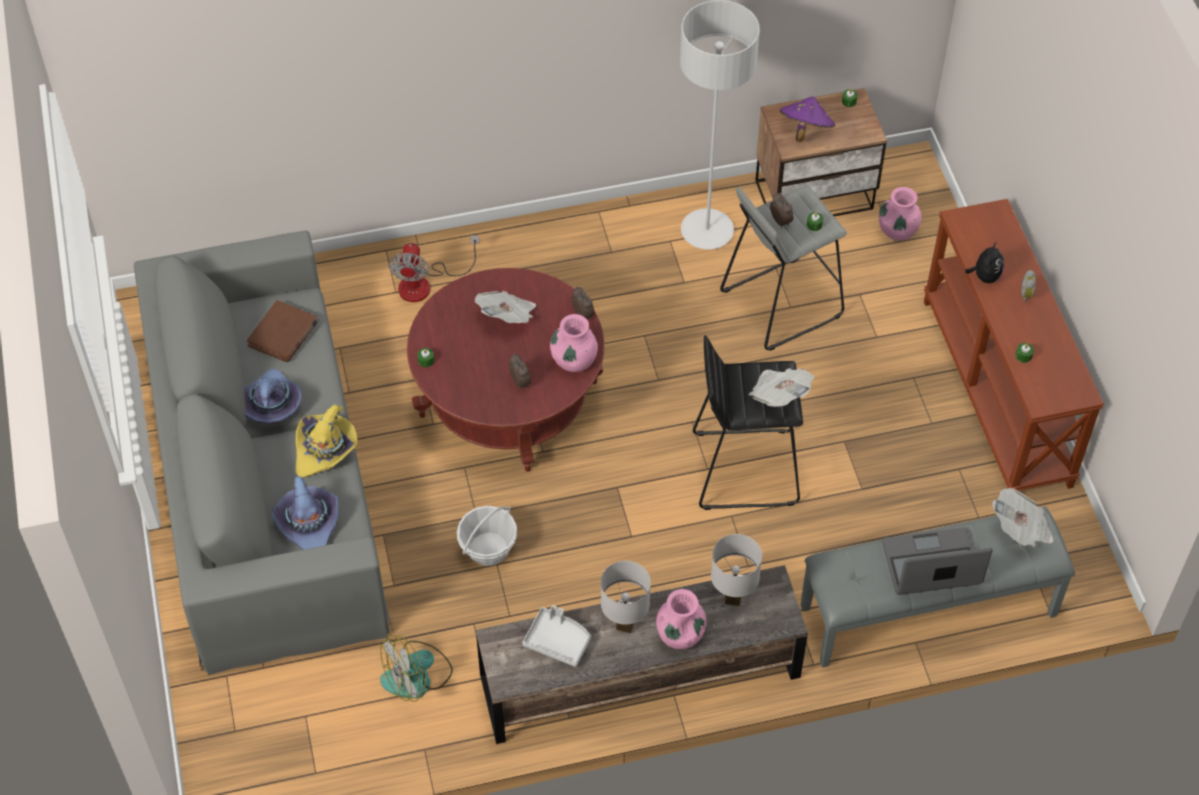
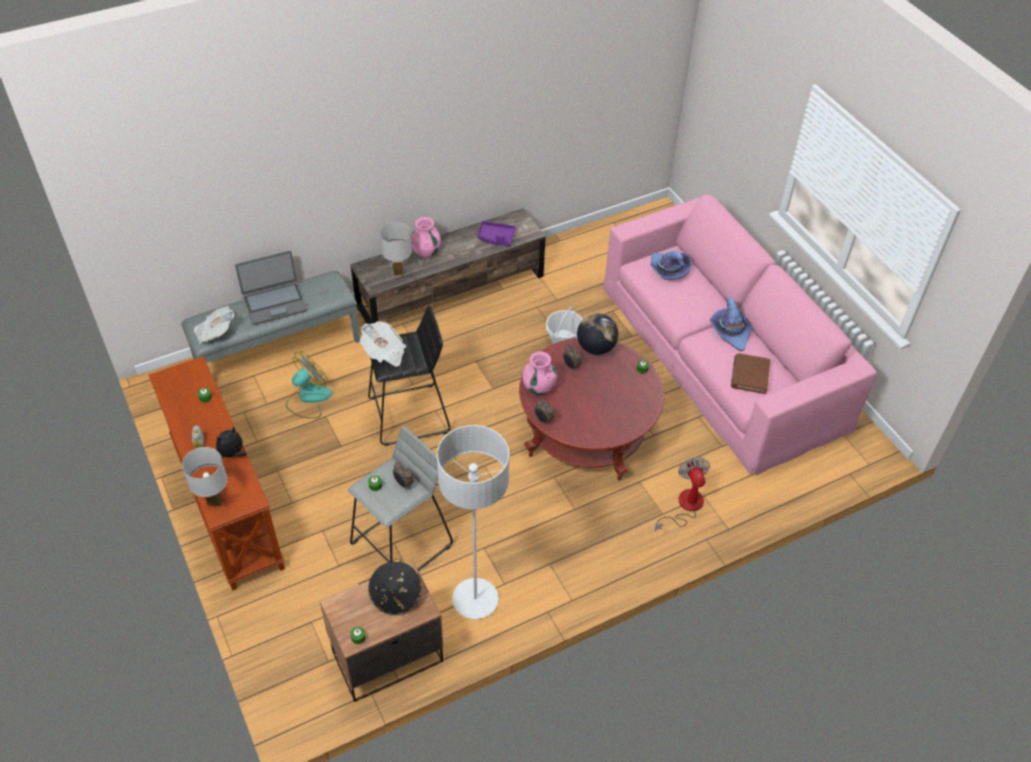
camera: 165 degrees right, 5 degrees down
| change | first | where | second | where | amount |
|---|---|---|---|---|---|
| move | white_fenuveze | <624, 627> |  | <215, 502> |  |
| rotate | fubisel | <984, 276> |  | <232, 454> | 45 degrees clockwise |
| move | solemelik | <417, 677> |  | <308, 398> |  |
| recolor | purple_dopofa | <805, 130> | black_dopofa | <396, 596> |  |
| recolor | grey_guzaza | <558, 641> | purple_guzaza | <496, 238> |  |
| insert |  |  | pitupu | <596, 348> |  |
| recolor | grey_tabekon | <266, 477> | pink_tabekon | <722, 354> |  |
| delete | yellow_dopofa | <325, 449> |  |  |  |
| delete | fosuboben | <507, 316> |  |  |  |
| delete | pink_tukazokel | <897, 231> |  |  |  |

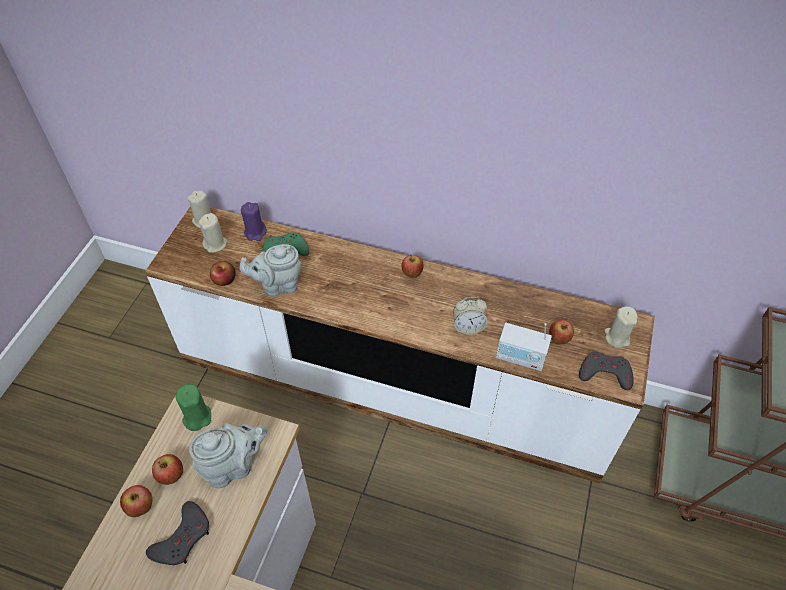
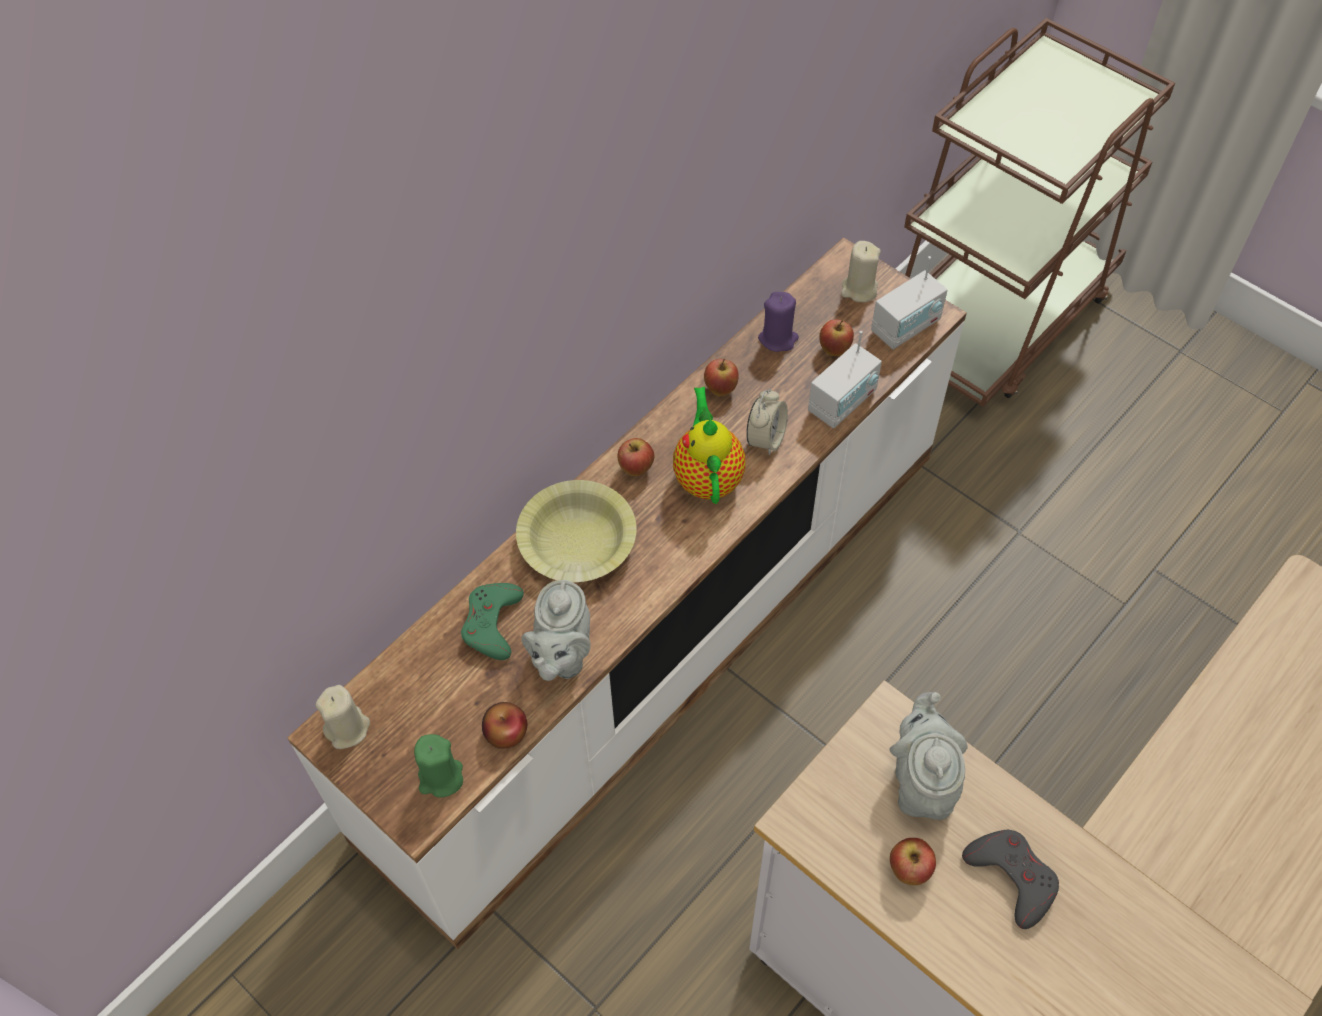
camera: 65 degrees left, 5 degrees up
| change | first | where | second | where | amount |
|---|---|---|---|---|---|
| move | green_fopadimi | <197, 417> |  | <440, 777> |  |
| insert |  |  | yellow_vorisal | <577, 542> |  |
| insert |  |  | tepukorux | <707, 476> |  |
| move | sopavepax | <141, 507> |  | <720, 389> |  |
| move | purple_fopadimi | <255, 232> |  | <778, 338> |  |
| replace | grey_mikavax | <605, 373> | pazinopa | <906, 327> |  |
| delete | beige_fopadimi | <215, 244> |  |  |  |

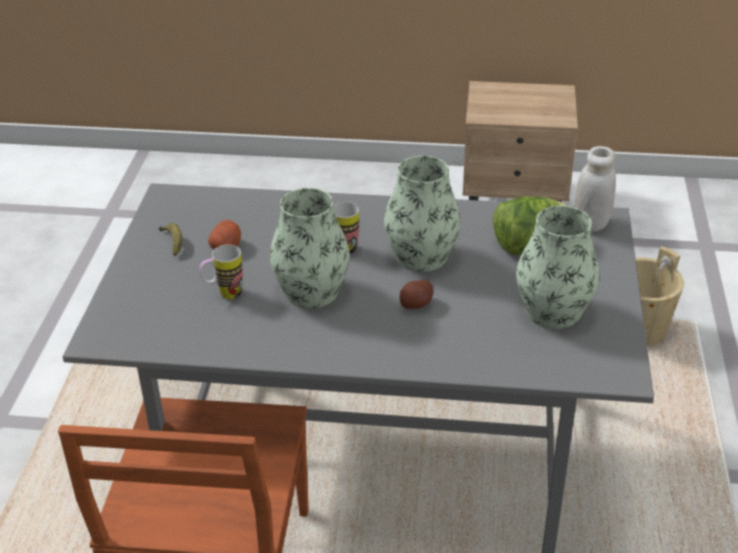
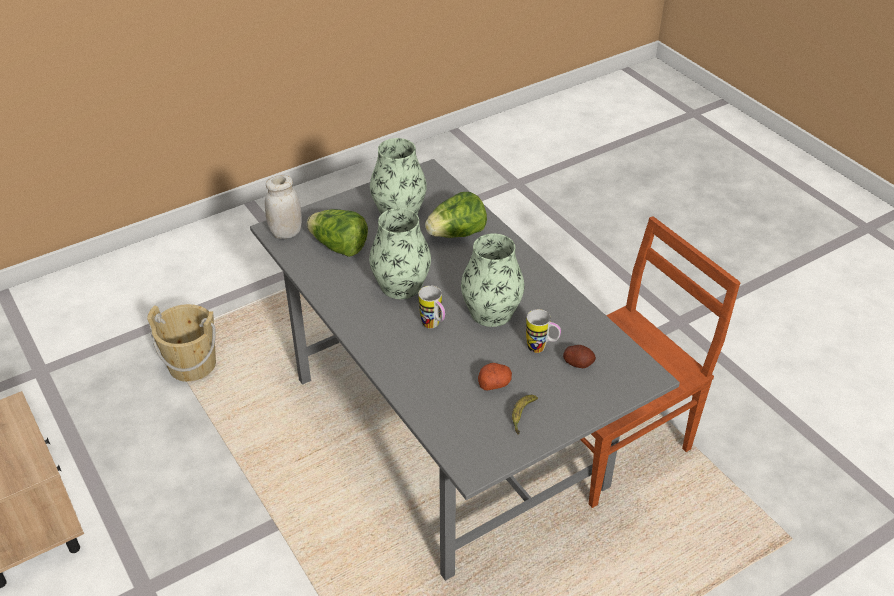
camera: 130 degrees left, 5 degrees up
| change | first | where | second | where | amount |
|---|---|---|---|---|---|
| insert |  |  | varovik | <456, 234> |  |
| move | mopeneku | <416, 304> |  | <578, 363> |  |

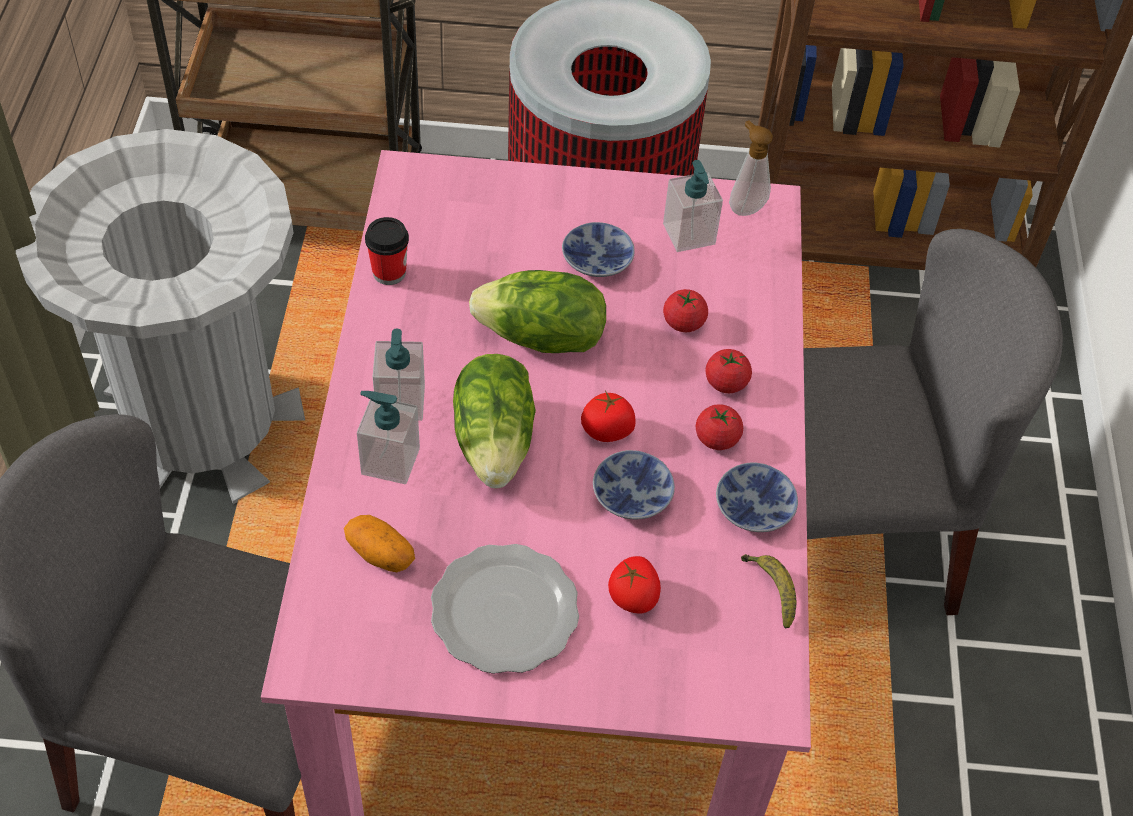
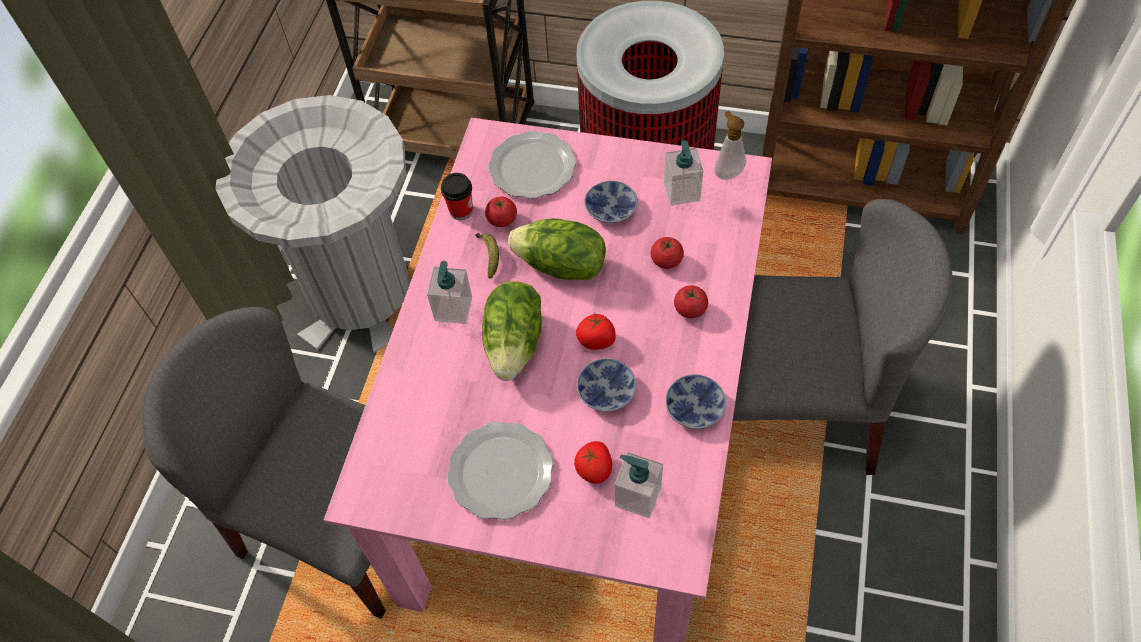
camera: 15 degrees right, 5 degrees up
| change | first | where | second | where | amount |
|---|---|---|---|---|---|
| move | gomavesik | <772, 591> |  | <489, 256> |  |
| move | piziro | <717, 439> |  | <502, 220> |  |
| insert |  |  | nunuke | <533, 166> |  |
| move | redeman | <390, 461> |  | <637, 496> |  |
| delete | mopeneku | <380, 554> |  |  |  |

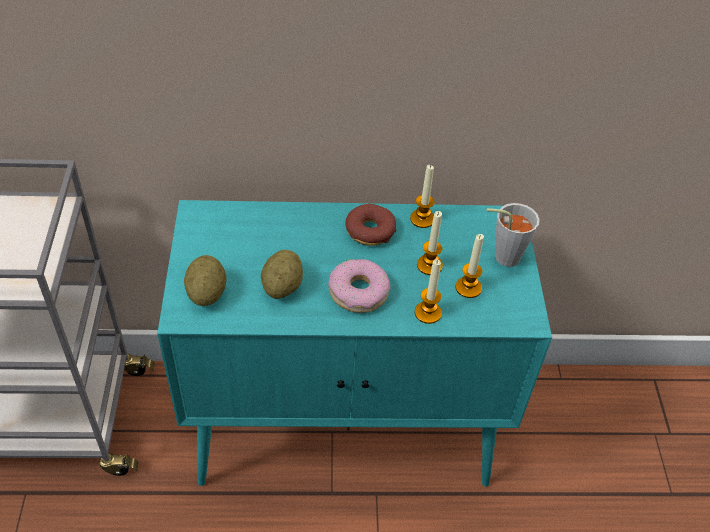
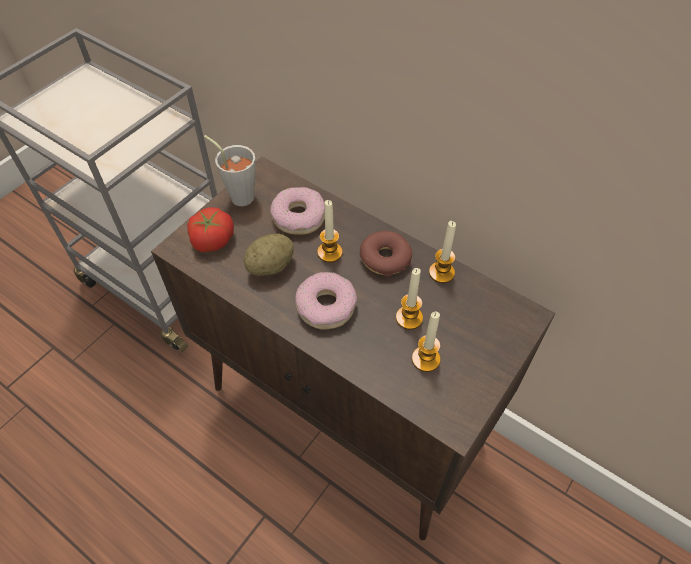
camera: 40 degrees right, 5 degrees up
| change | first | where | second | where | amount |
|---|---|---|---|---|---|
| recolor | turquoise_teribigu | <347, 429> | brown_teribigu | <348, 417> |  |
| replace | mopeneku | <206, 293> | piziro | <211, 239> |  |
| move | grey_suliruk | <501, 256> |  | <238, 194> |  |
| insert |  |  | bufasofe | <299, 217> |  |
| move | fopadimi | <427, 313> |  | <329, 252> |  |

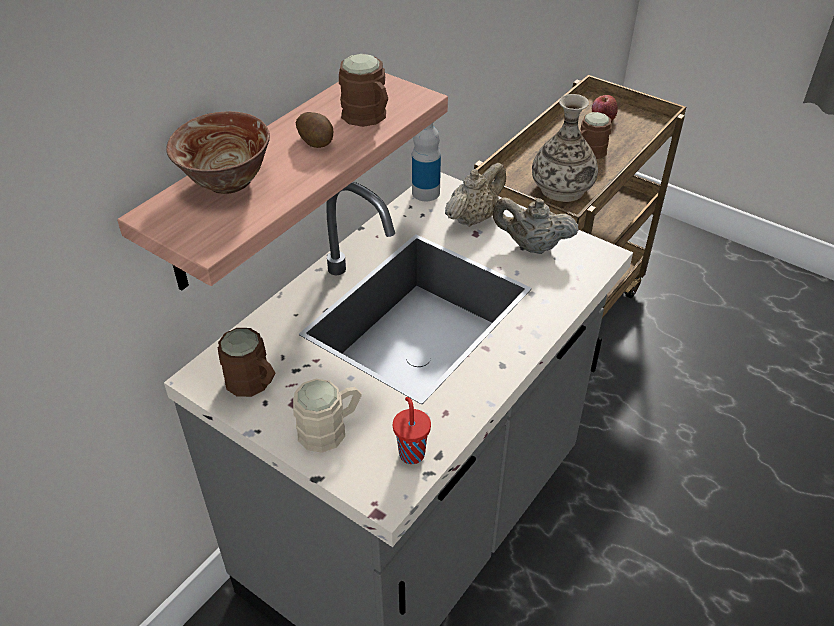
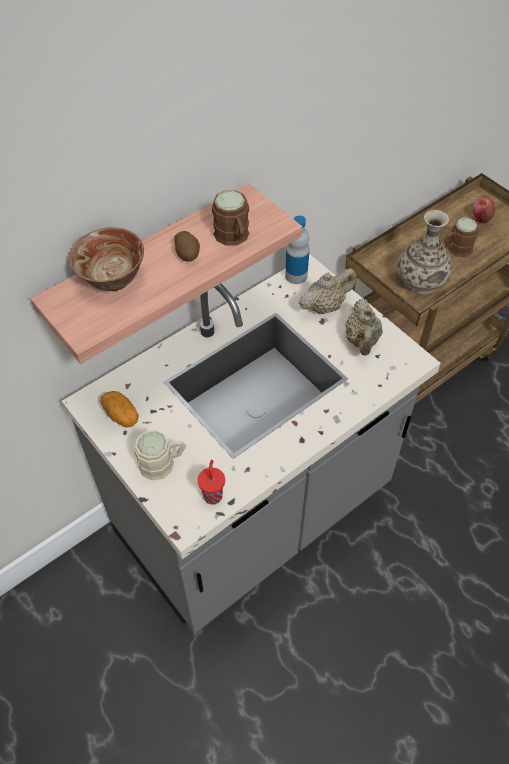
camera: 15 degrees right, 10 degrees up
| change | first | where | second | where | amount |
|---|---|---|---|---|---|
| replace | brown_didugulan | <254, 383> | mopeneku | <121, 415> |  |
| rotate | beige_tepukorux | <532, 246> |  | <362, 341> | 120 degrees counterclockwise |

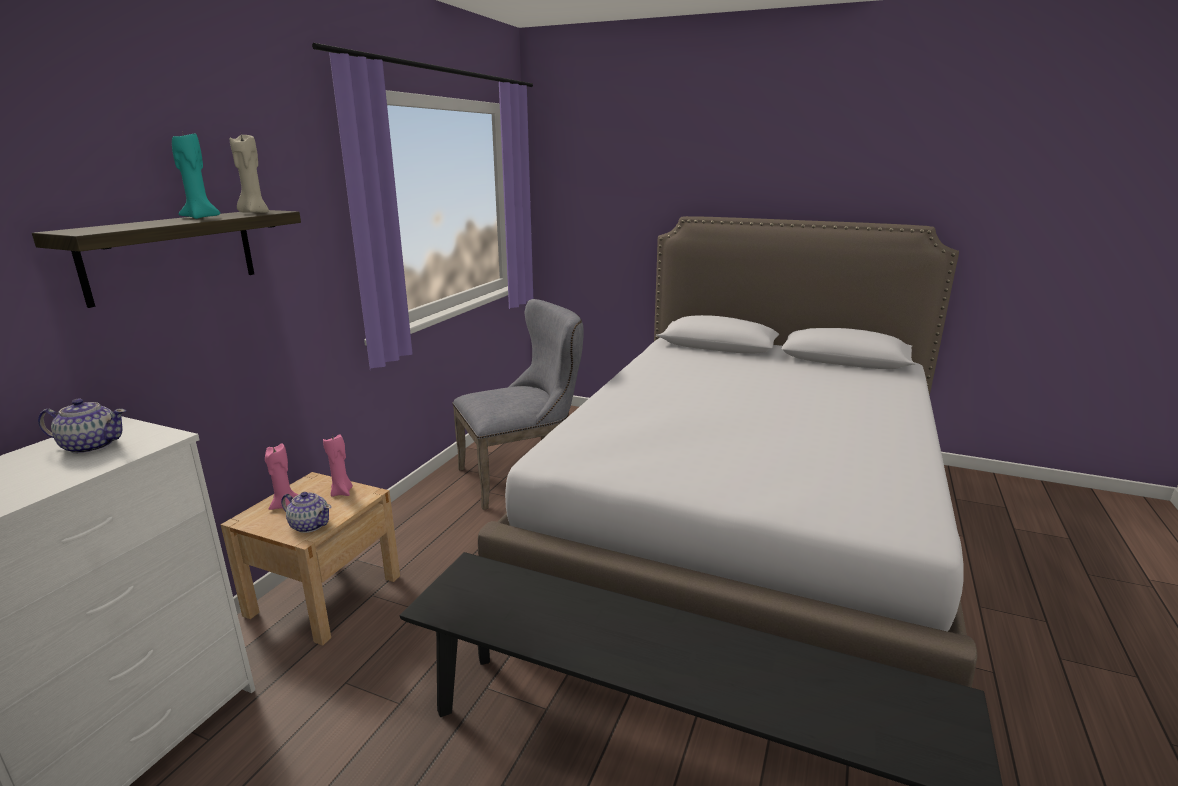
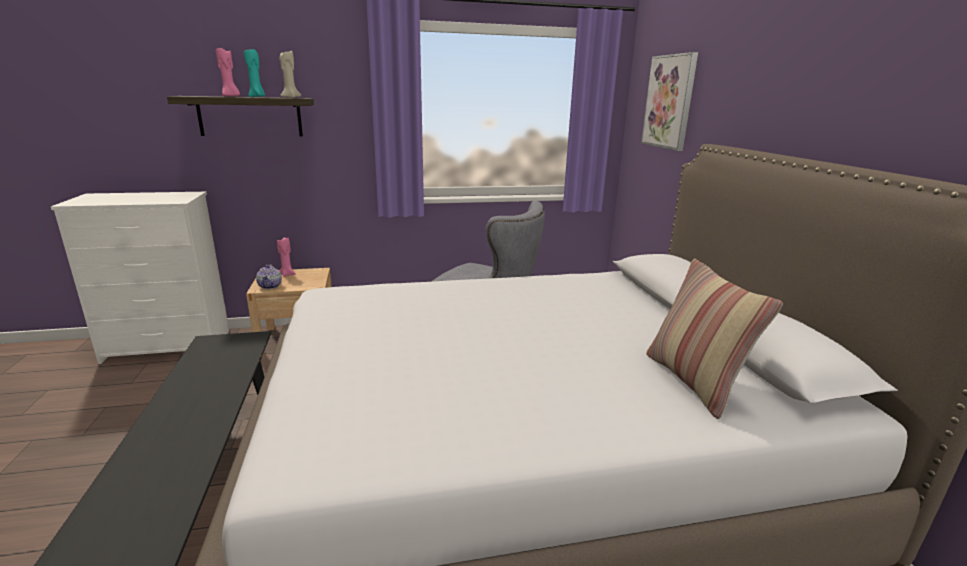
camera: 55 degrees right, 0 degrees up
| change | first | where | second | where | amount |
|---|---|---|---|---|---|
| move | pink_fopadimi | <342, 492> |  | <230, 96> |  |
| insert |  |  | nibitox | <669, 102> |  |
| insert |  |  | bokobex | <694, 382> |  |
| delete | tepukorux | <91, 446> |  |  |  |

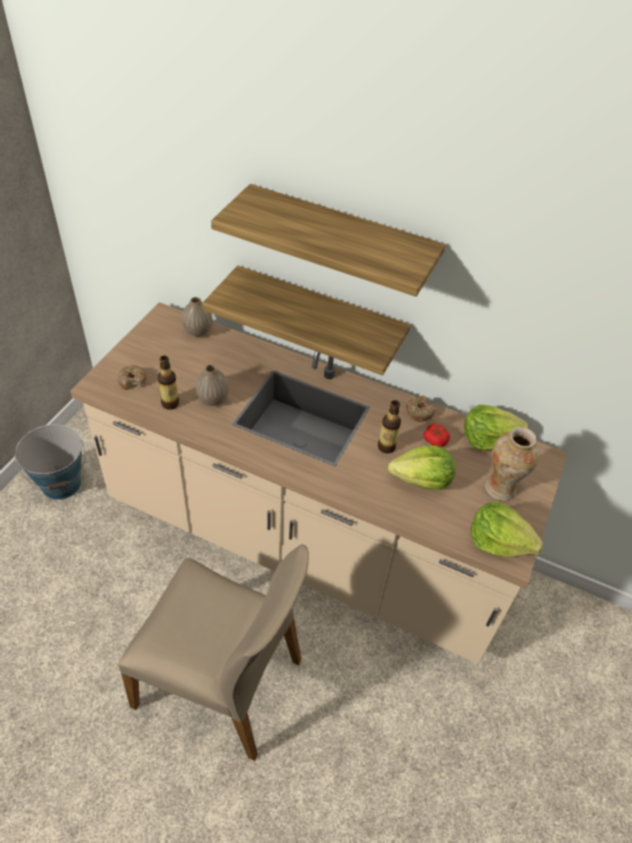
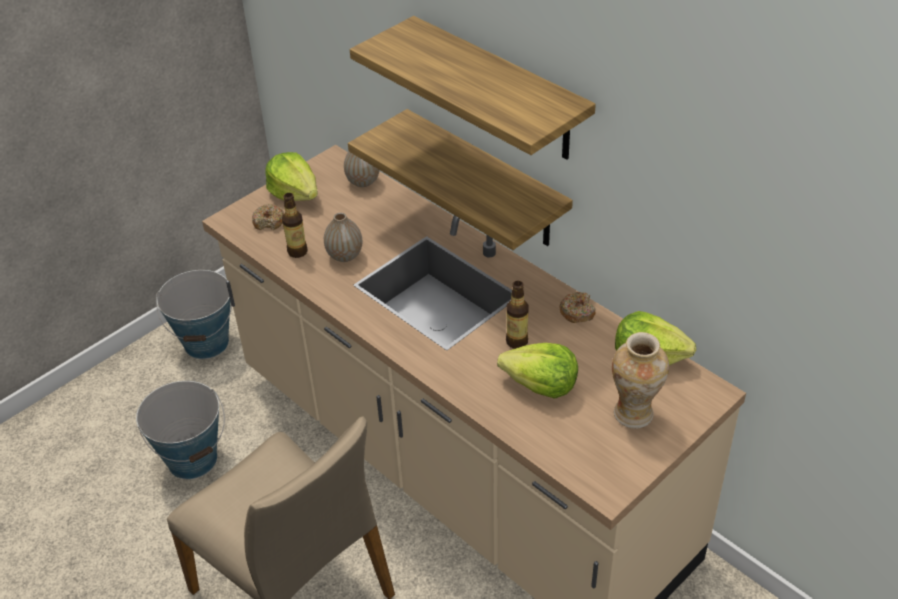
camera: 25 degrees right, 5 degrees down
| change | first | where | second | where | amount |
|---|---|---|---|---|---|
| insert |  |  | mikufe | <193, 459> |  |
| move | varovik | <498, 541> |  | <295, 193> |  |
| delete | piziro | <435, 440> |  |  |  |

